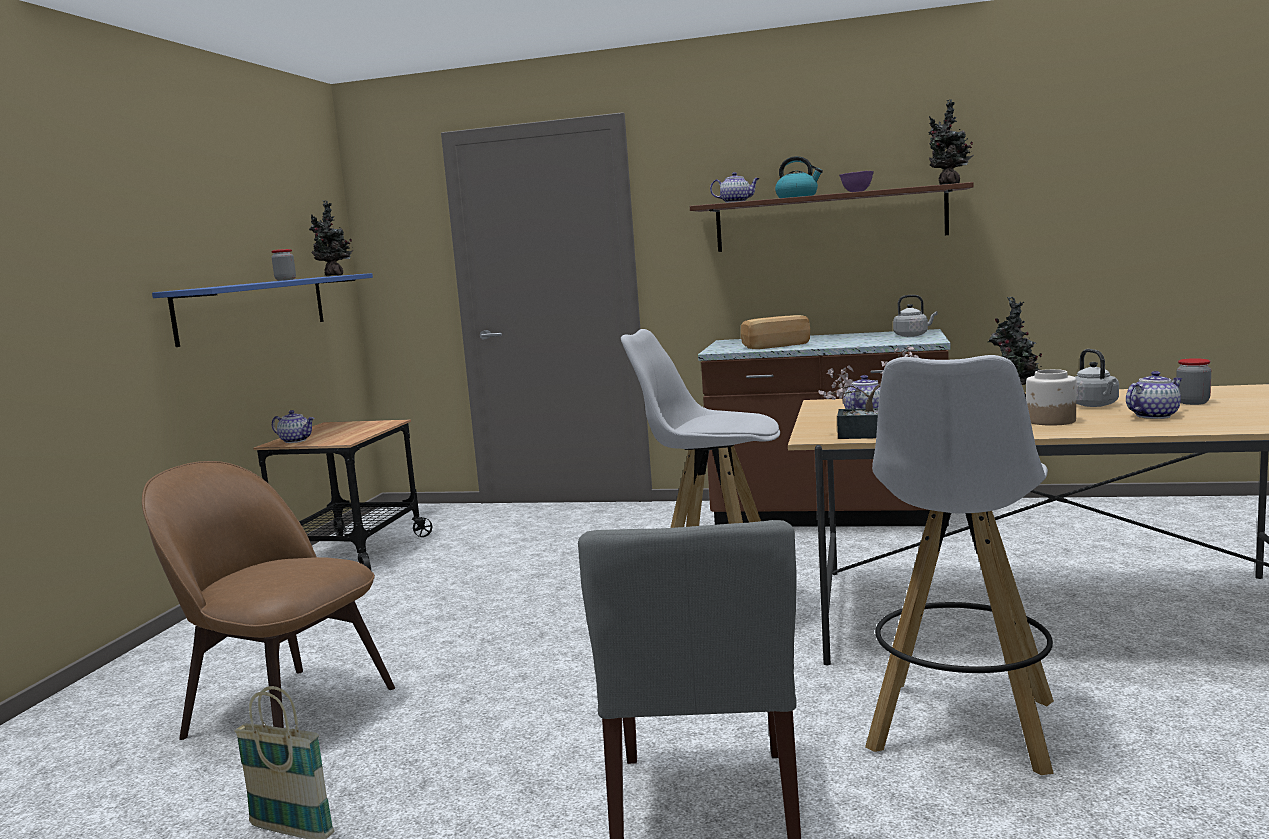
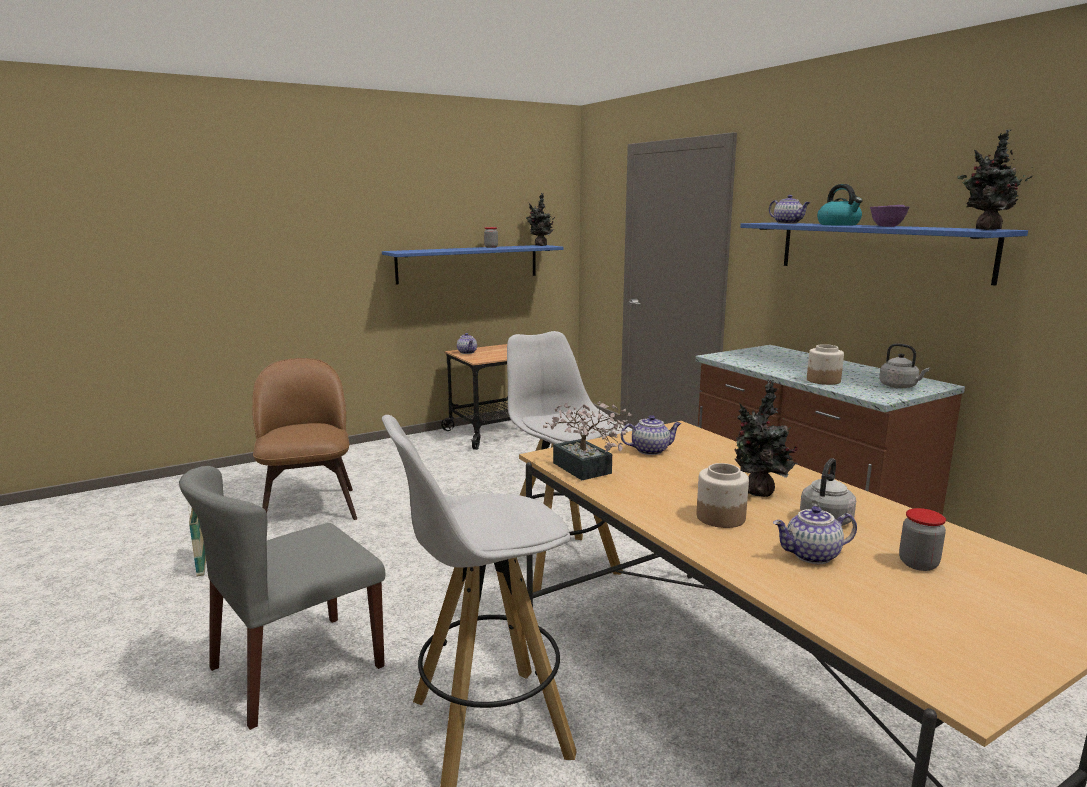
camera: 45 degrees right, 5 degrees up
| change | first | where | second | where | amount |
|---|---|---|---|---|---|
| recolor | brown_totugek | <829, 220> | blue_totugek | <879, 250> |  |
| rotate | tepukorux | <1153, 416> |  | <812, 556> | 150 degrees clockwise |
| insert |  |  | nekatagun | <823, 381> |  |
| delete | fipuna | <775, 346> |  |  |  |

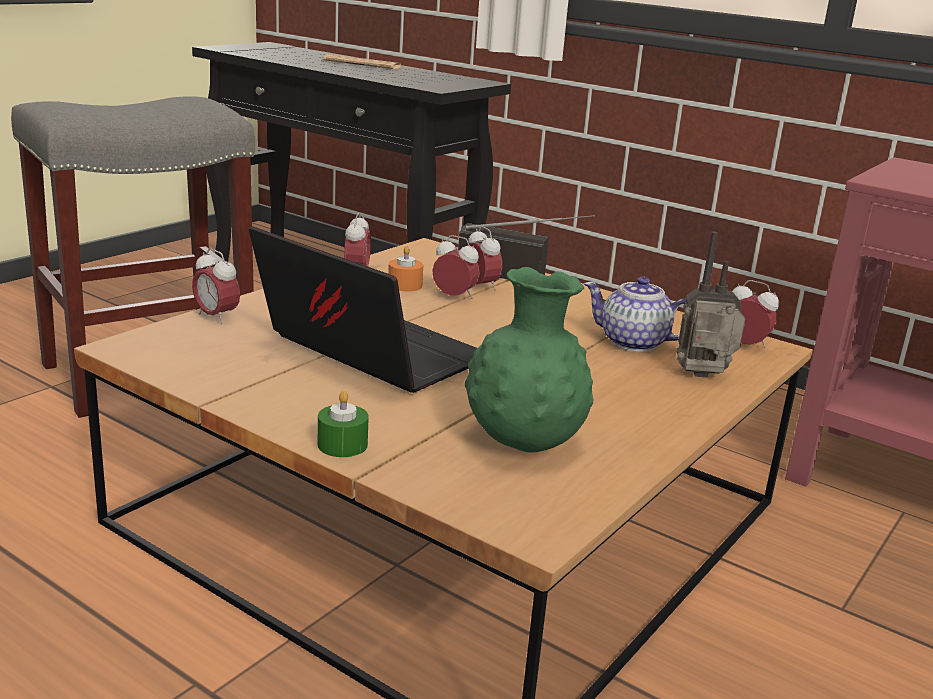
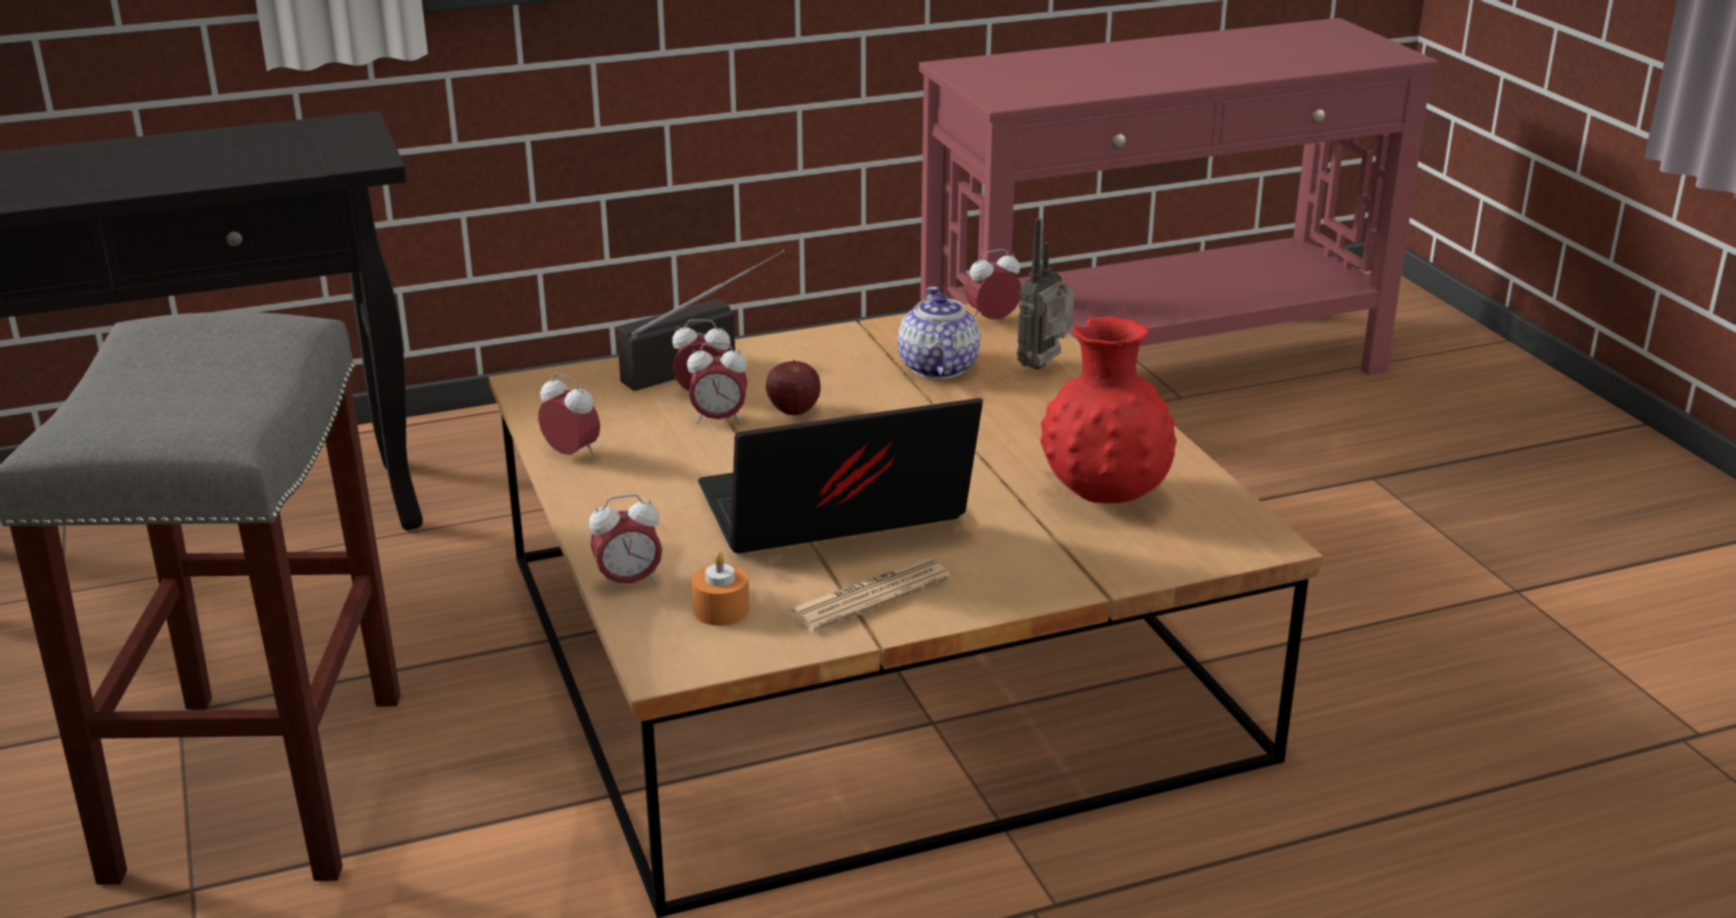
camera: 55 degrees left, 5 degrees up
| change | first | where | second | where | amount |
|---|---|---|---|---|---|
| rotate | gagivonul | <454, 297> |  | <719, 419> | 150 degrees counterclockwise |
| move | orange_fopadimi | <405, 285> |  | <721, 610> |  |
| insert |  |  | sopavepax | <794, 410> |  |
| move | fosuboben | <362, 64> |  | <869, 596> |  |
| rotate | tepukorux | <634, 342> |  | <937, 368> | 120 degrees clockwise |
| recolor | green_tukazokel | <524, 443> | red_tukazokel | <1105, 496> |  |
| delete | green_fopadimi | <342, 444> |  |  |  |

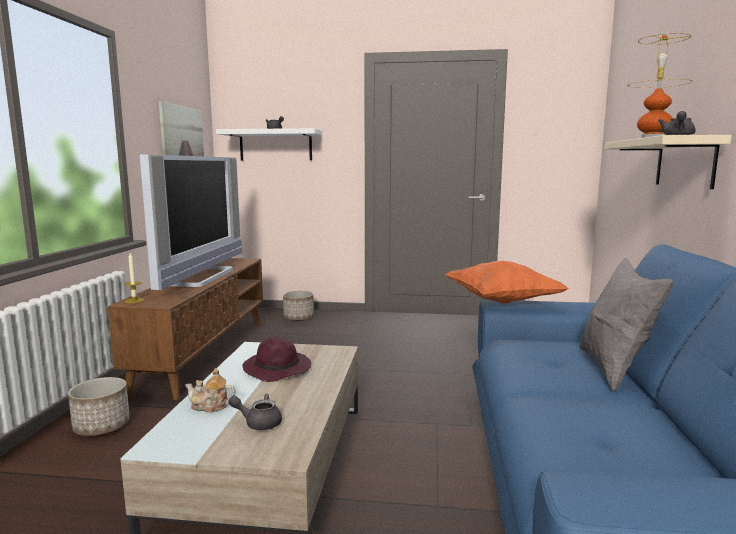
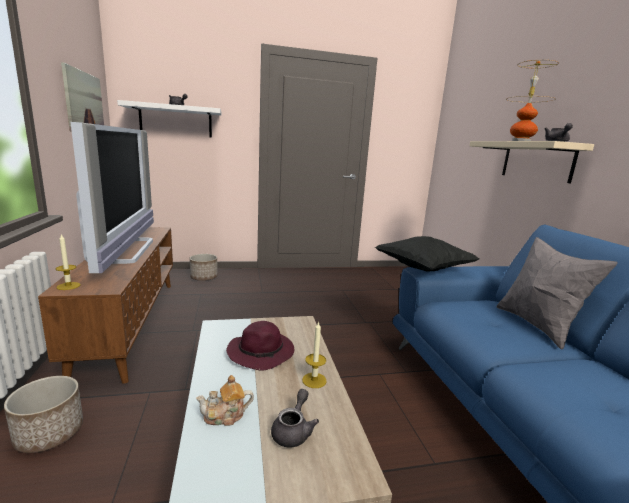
camera: 20 degrees left, 5 degrees up
| change | first | where | second | where | amount |
|---|---|---|---|---|---|
| rotate | grey_tepukorux | <258, 423> |  | <293, 431> | 120 degrees clockwise |
| insert |  |  | fopadimi | <314, 380> |  |
| recolor | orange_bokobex | <501, 301> | black_bokobex | <423, 269> |  |

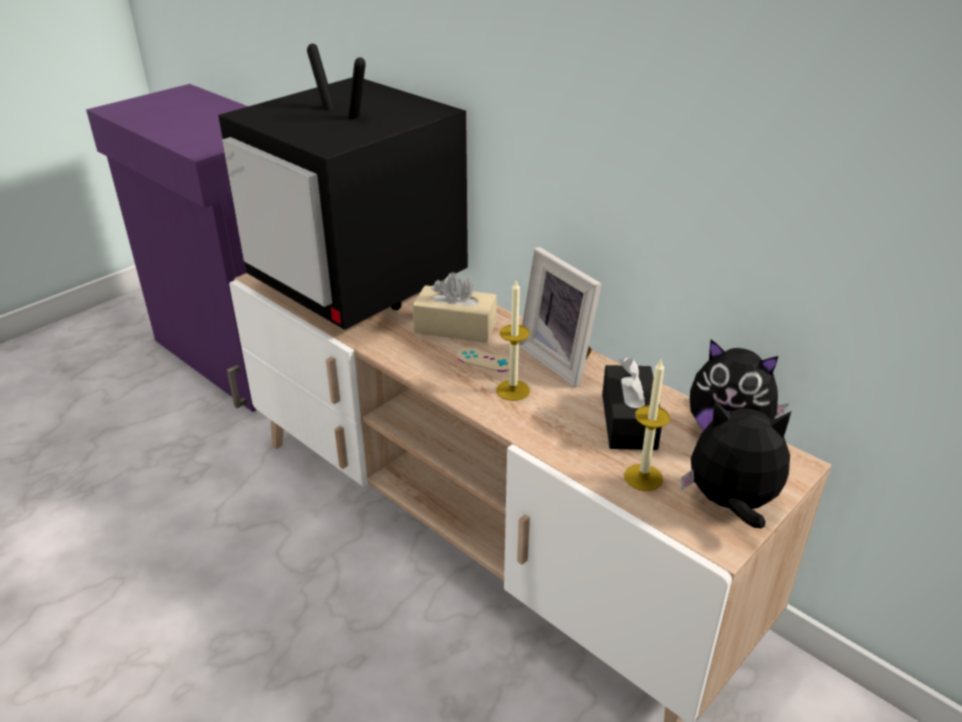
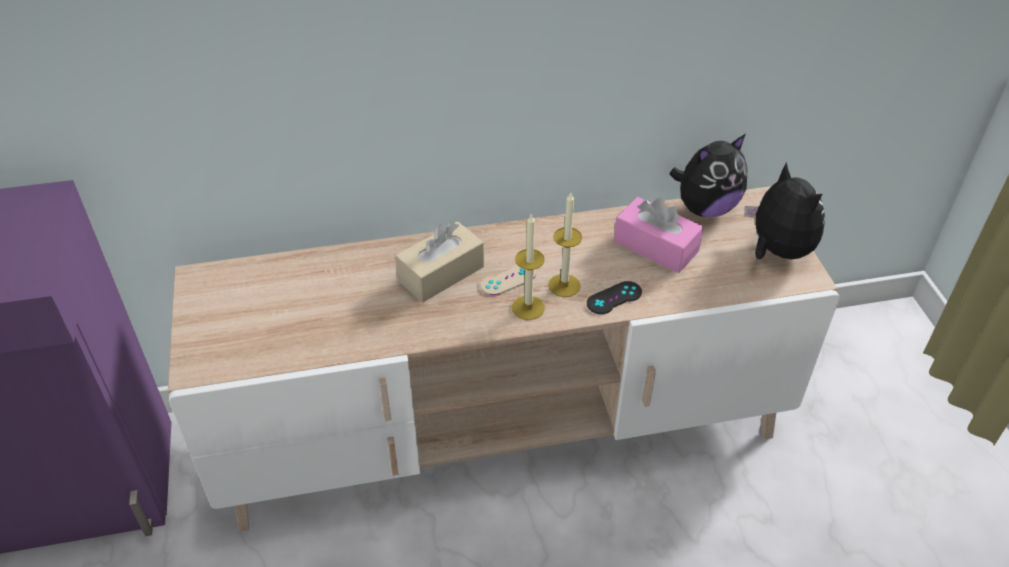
camera: 55 degrees left, 10 degrees up
| change | first | where | second | where | amount |
|---|---|---|---|---|---|
| move | fopadimi | <643, 477> |  | <528, 307> |  |
| insert |  |  | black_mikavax | <614, 298> |  |
| recolor | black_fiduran | <629, 421> | pink_fiduran | <655, 246> |  |
| rotate | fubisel | <730, 504> |  | <777, 251> | 105 degrees clockwise |
| delete | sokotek | <360, 283> |  |  |  |
| delete | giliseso | <561, 360> |  |  |  |

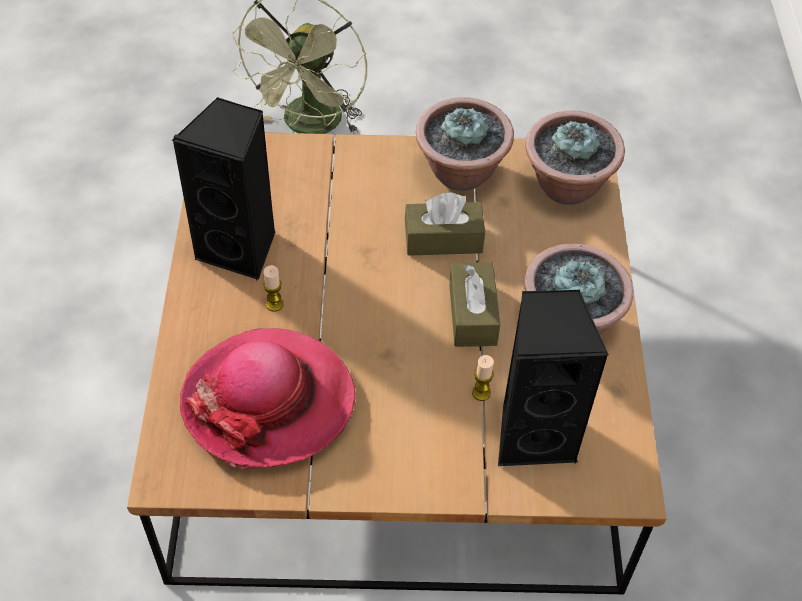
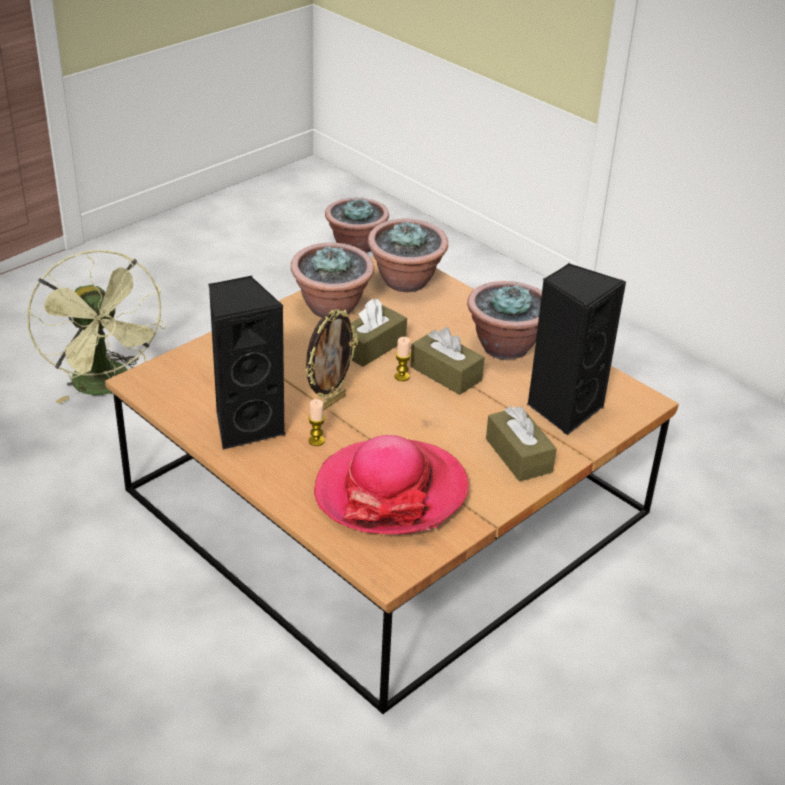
camera: 45 degrees left, 15 degrees down
| change | first | where | second | where | amount |
|---|---|---|---|---|---|
| insert |  |  | giliseso | <329, 403> |  |
| insert |  |  | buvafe | <356, 246> |  |
| move | fopadimi | <481, 393> |  | <402, 376> |  |
| insert |  |  | brown_fiduran | <518, 455> |  |

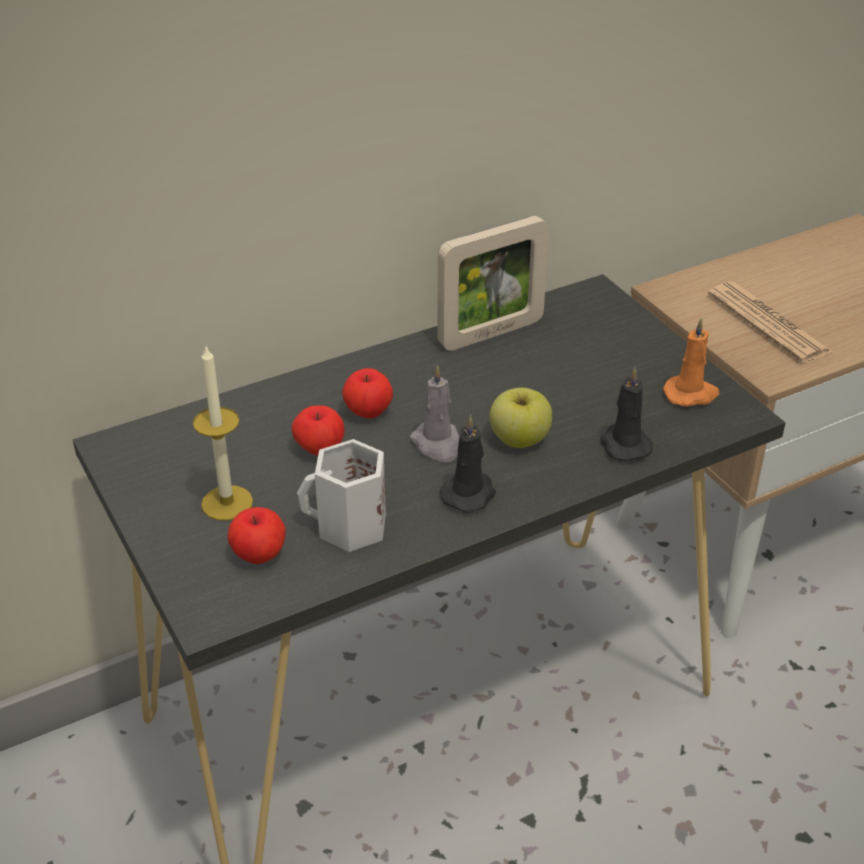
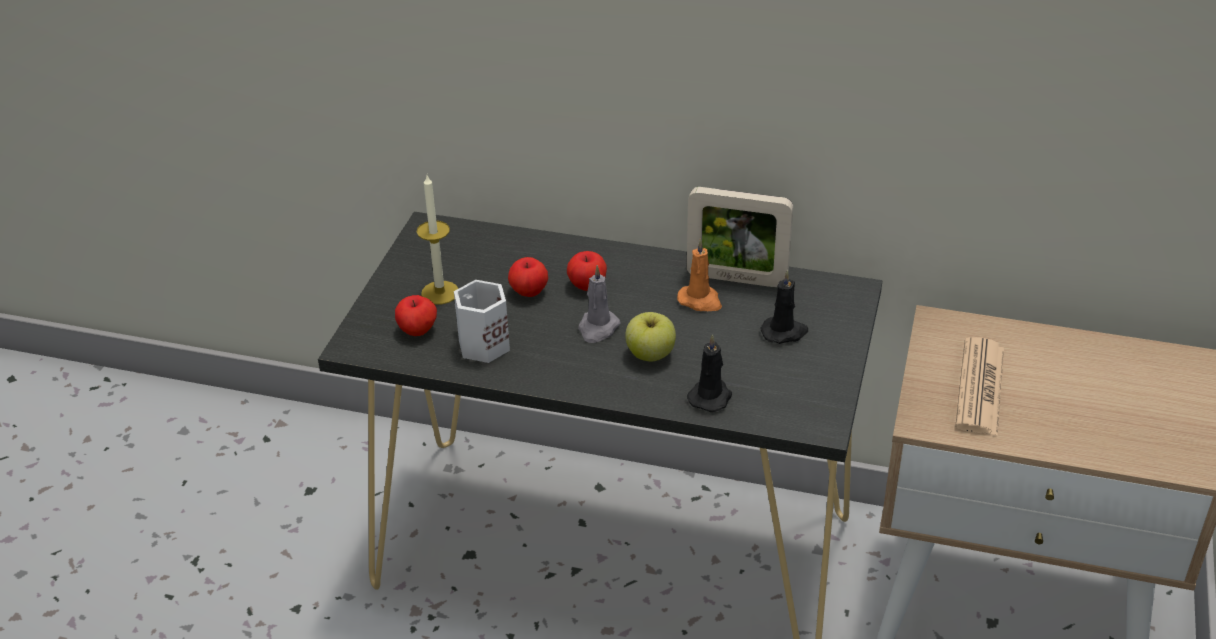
camera: 45 degrees right, 0 degrees up
| change | first | where | second | where | amount |
|---|---|---|---|---|---|
| move | orange_fopadimi | <691, 394> |  | <700, 301> |  |
| move | black_fopadimi | <469, 493> |  | <784, 332> |  |

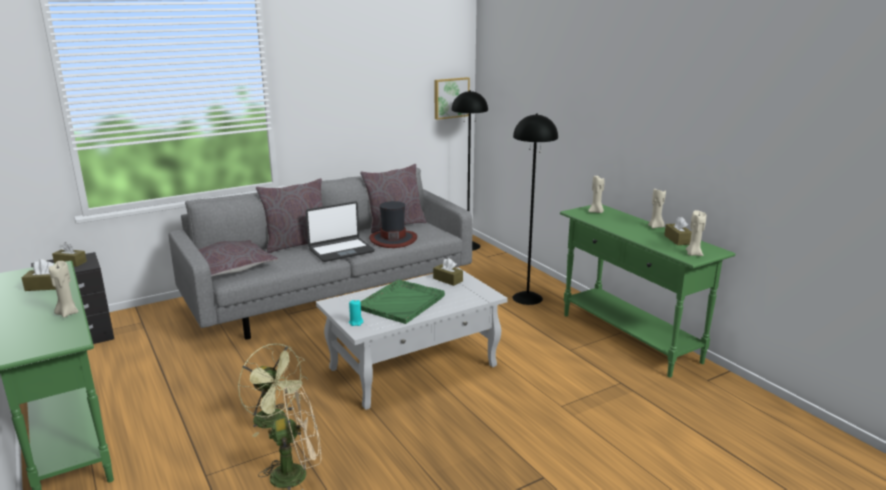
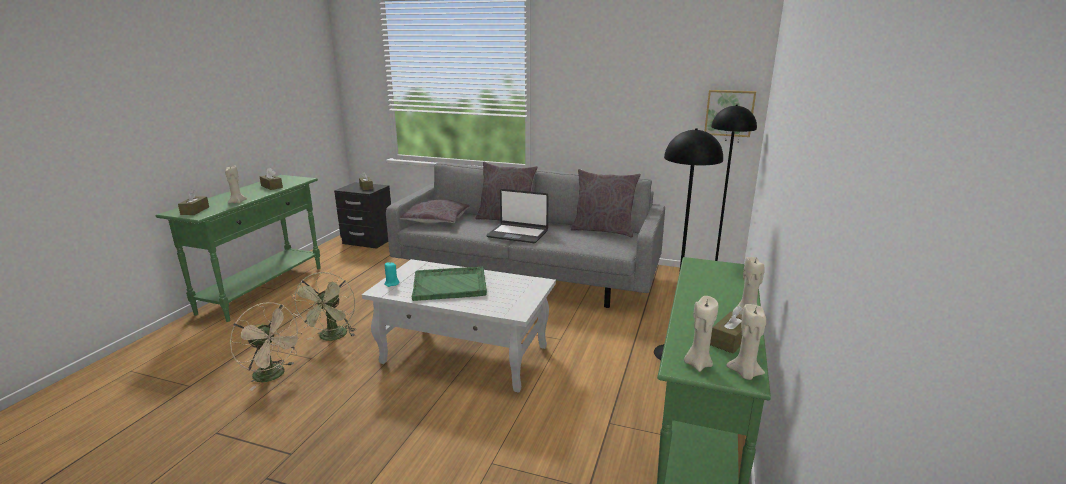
camera: 50 degrees right, 0 degrees up
| change | first | where | second | where | amount |
|---|---|---|---|---|---|
| move | brown_fiduran | <447, 280> |  | <195, 211> |  |
| move | beige_fopadimi | <596, 212> |  | <745, 373> |  |
| delete | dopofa | <393, 239> |  |  |  |

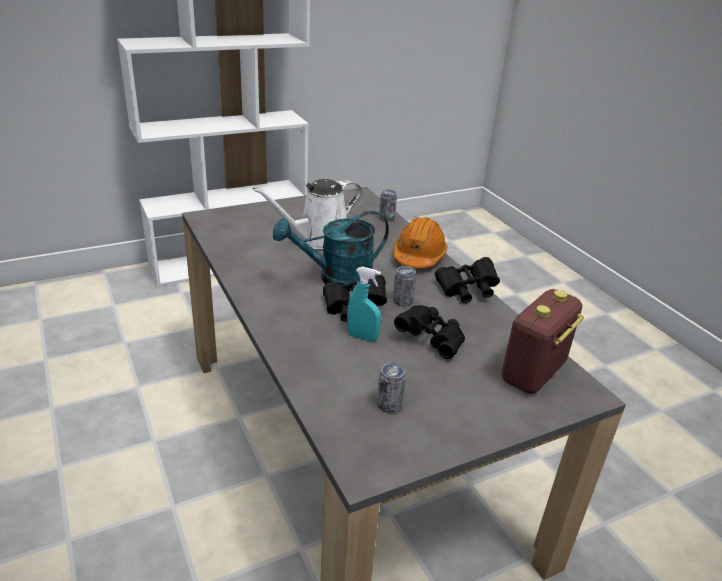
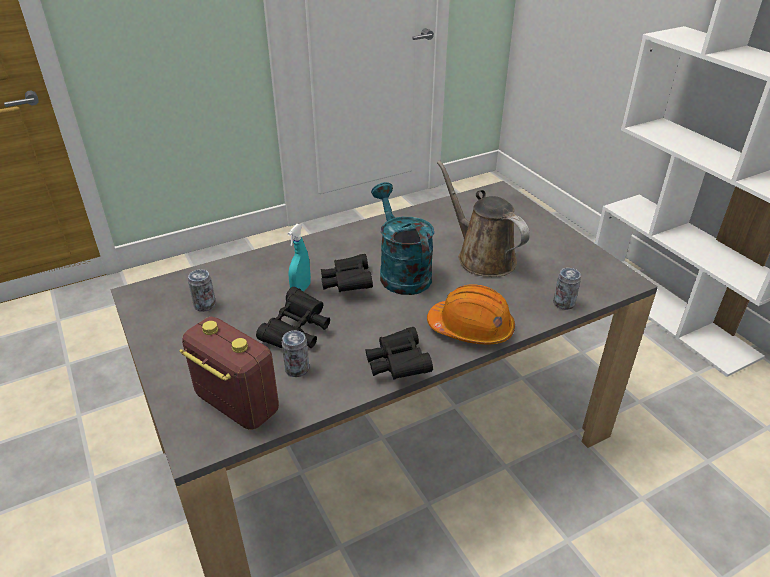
camera: 90 degrees right, 5 degrees up
| change | first | where | second | where | amount |
|---|---|---|---|---|---|
| move | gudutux | <402, 301> |  | <297, 369> |  |
| recolor | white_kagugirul | <318, 239> | brown_kagugirul | <482, 257> |  |

